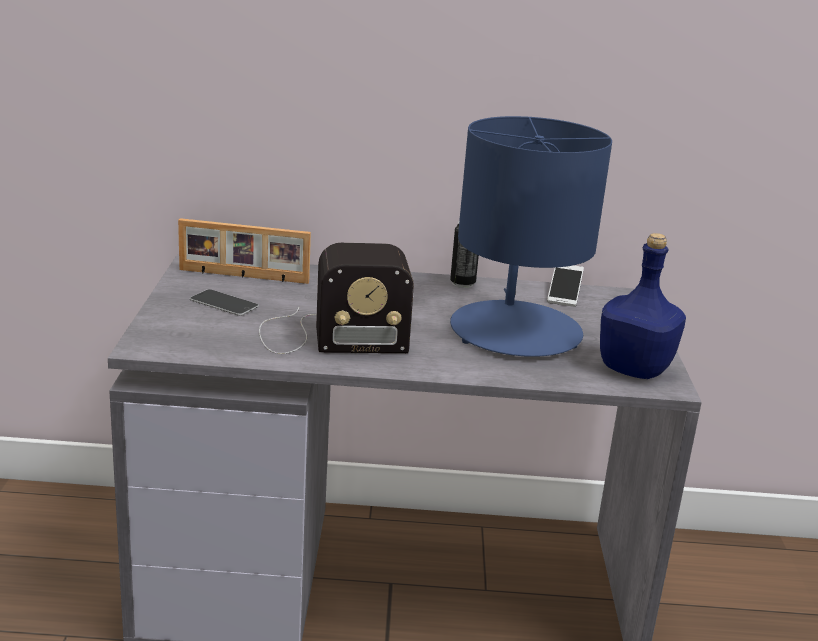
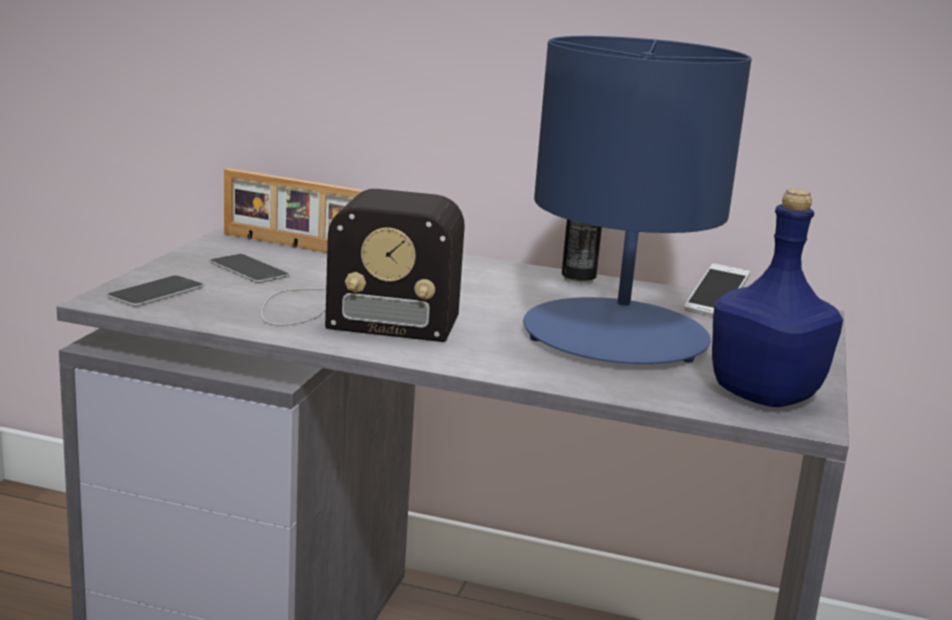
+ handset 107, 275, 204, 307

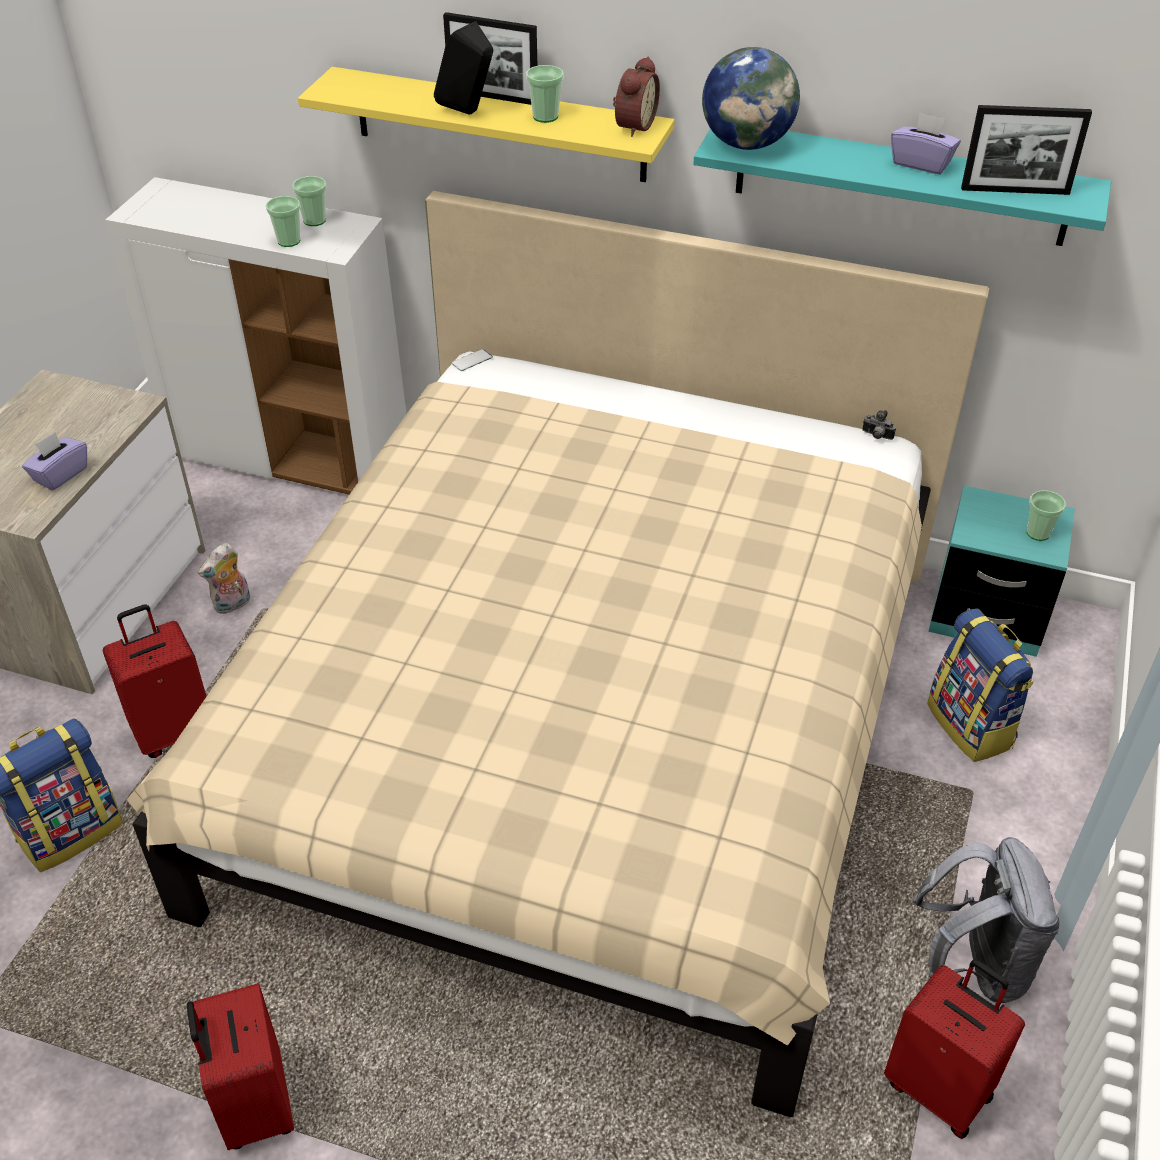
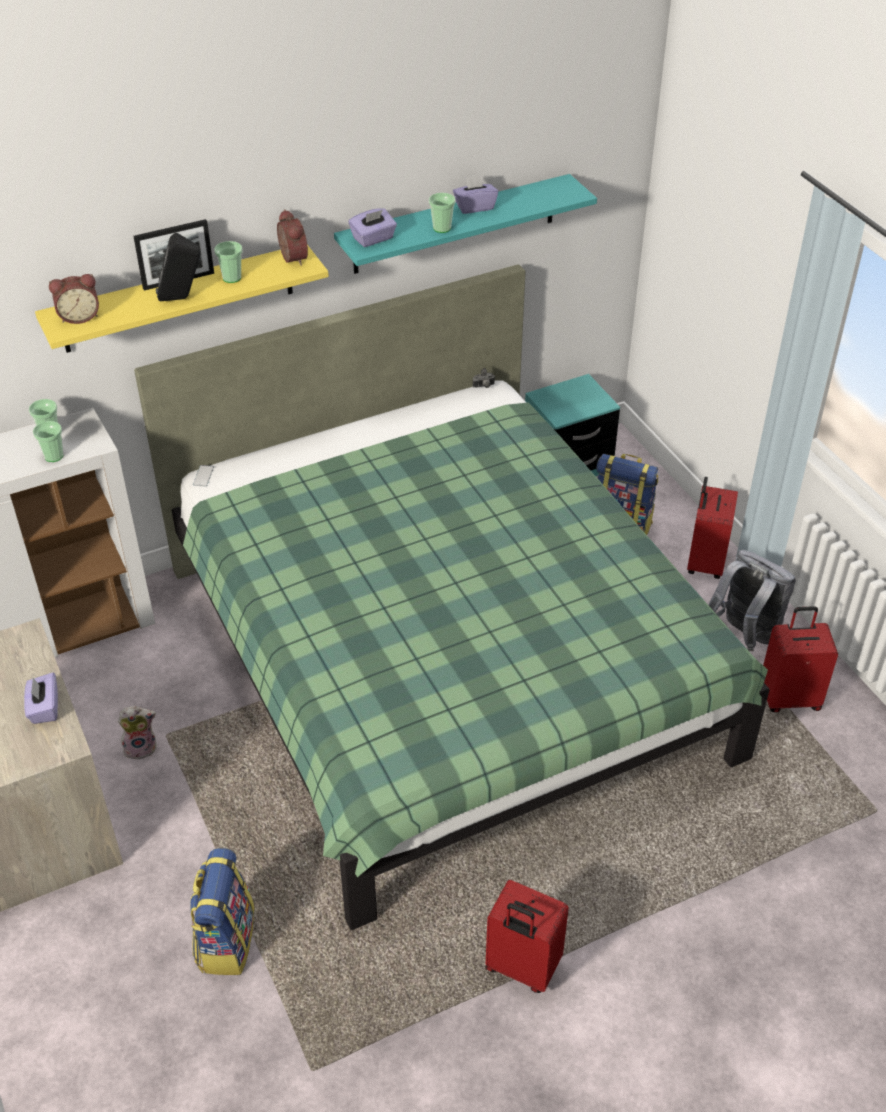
~ world globe 702, 47, 800, 150 to tissue holder (purple-coloured) 349, 208, 397, 247
- standing frame 961, 105, 1092, 195
~ sleeping bed (beige) 127, 191, 989, 1117 to sleeping bed (green-coloured) 134, 264, 770, 930
~ drinking cup 1026, 490, 1066, 541 to 429, 193, 456, 233
~ plush toy 198, 543, 250, 614 = 118, 706, 157, 759 105 degrees counterclockwise
~ suitcase (red) 103, 604, 207, 758 to 687, 477, 738, 579
+ bedside clock 49, 274, 99, 324

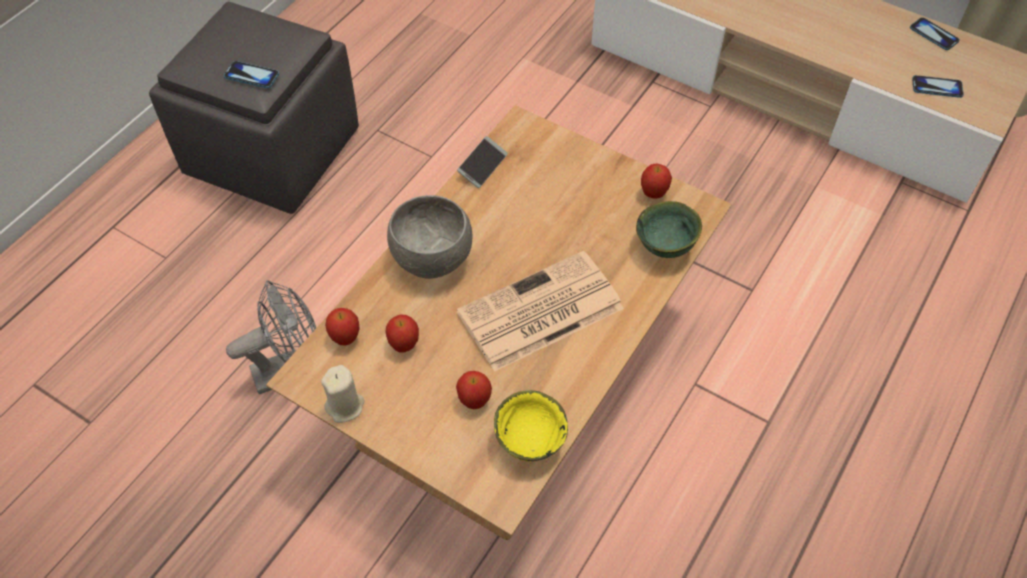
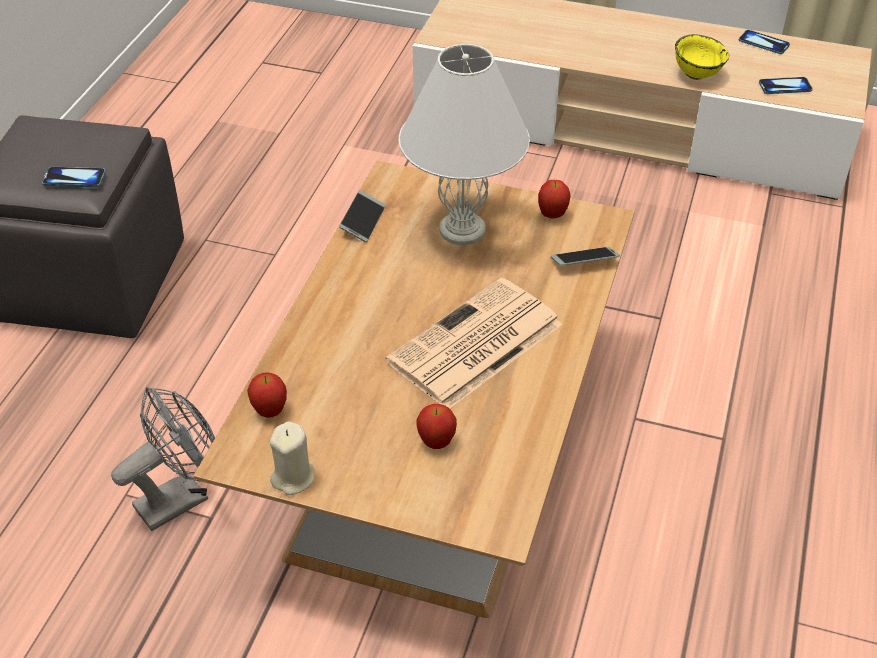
- deep dish (grey) 387, 195, 472, 279
~ deep dish (green-coloured) 636, 201, 702, 258 to handset 551, 247, 620, 266
- apple 385, 314, 419, 353
~ deep dish (yellow) 494, 390, 568, 461 to 675, 34, 729, 80
+ tabletop lamp (white-coloured) 399, 44, 530, 245

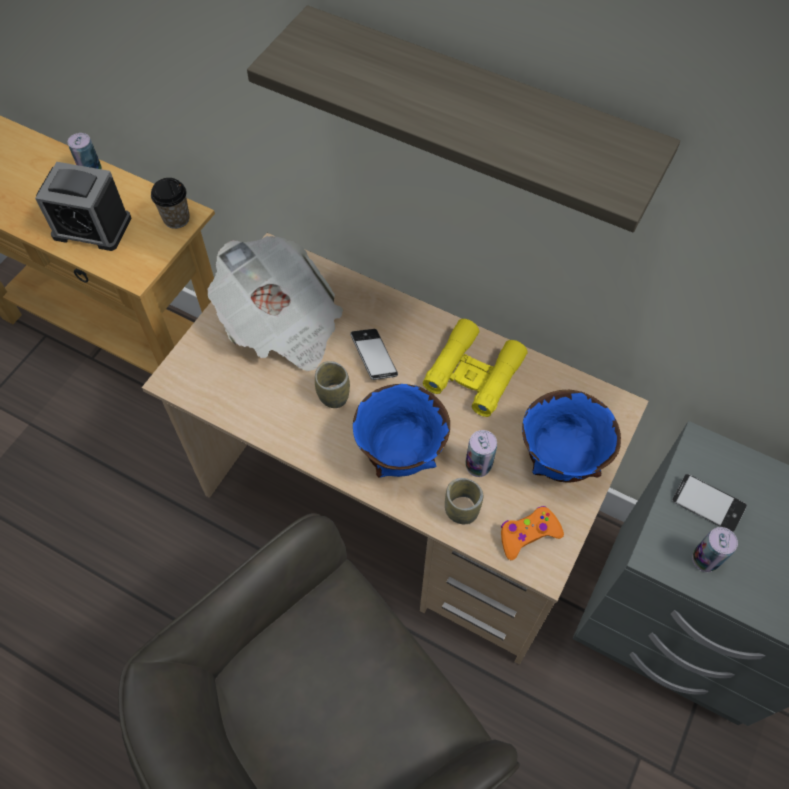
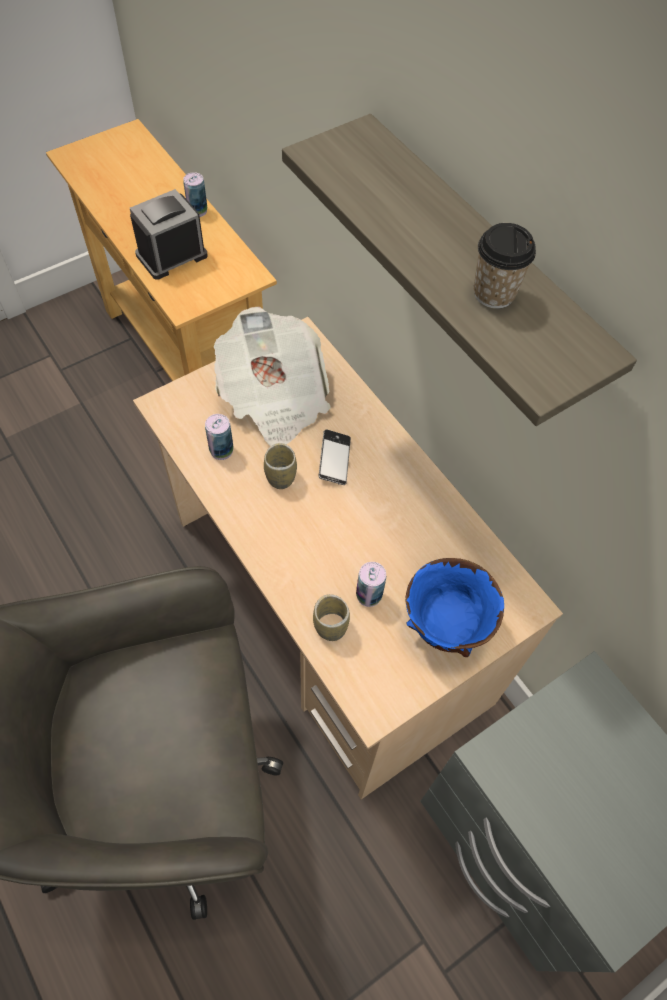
~ bedside clock 35, 162, 131, 251 = 130, 189, 208, 280 105 degrees clockwise
~ drinking cup 151, 178, 190, 229 to 474, 223, 536, 309
- pair of binoculars (yellow) 423, 319, 528, 417
- deep dish (bluish) 353, 384, 450, 478
- handset 672, 474, 747, 532
- gamepad (orangey) 501, 506, 564, 560
~ can 692, 527, 738, 572 to 205, 414, 233, 460

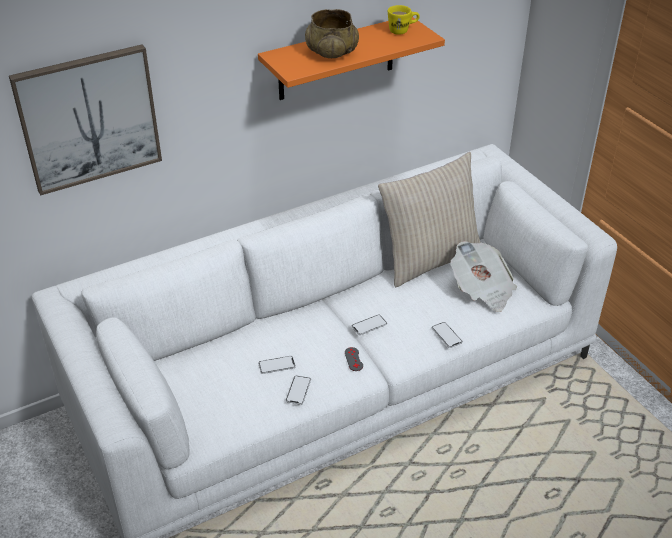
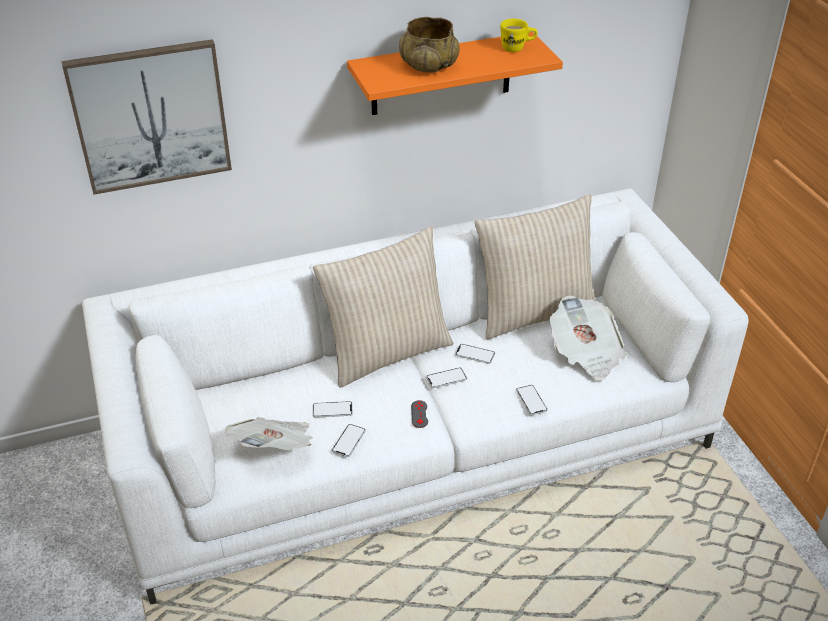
+ pillow (beige) 313, 226, 453, 388
+ handset 455, 344, 495, 364
+ printed paper 225, 417, 313, 450

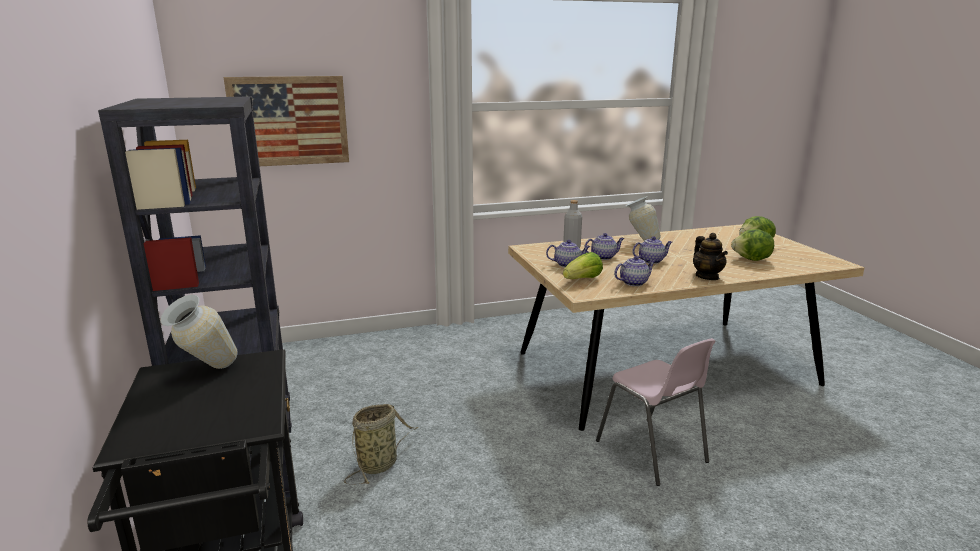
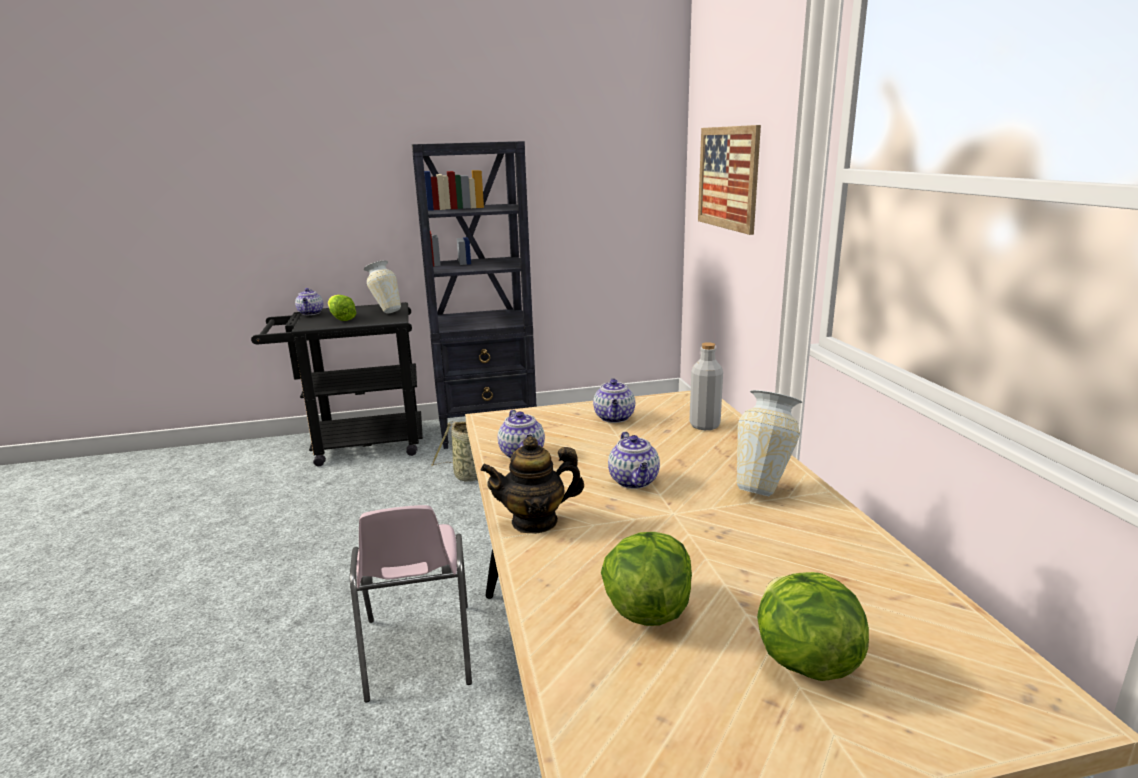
~ tea pot 584, 233, 624, 260 to 295, 288, 323, 315
~ lettuce 563, 252, 603, 279 to 328, 295, 357, 321
~ upright chair (pink) 596, 338, 715, 486 = 350, 505, 472, 702 75 degrees counterclockwise

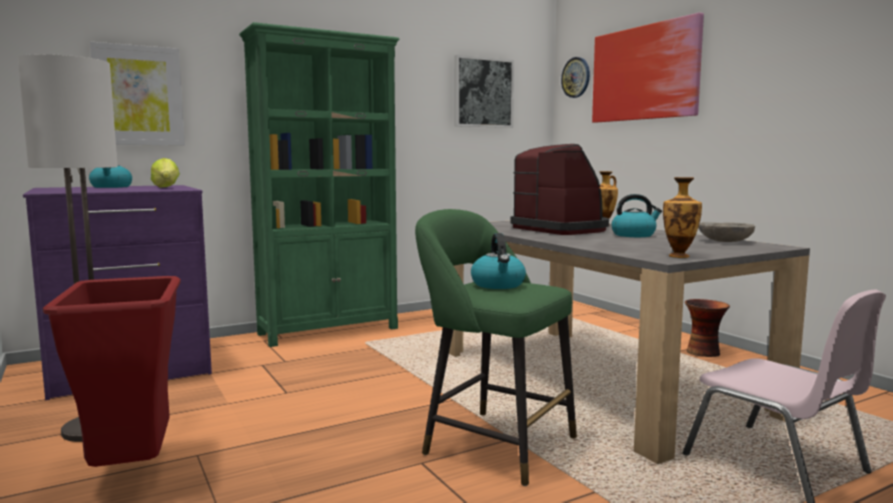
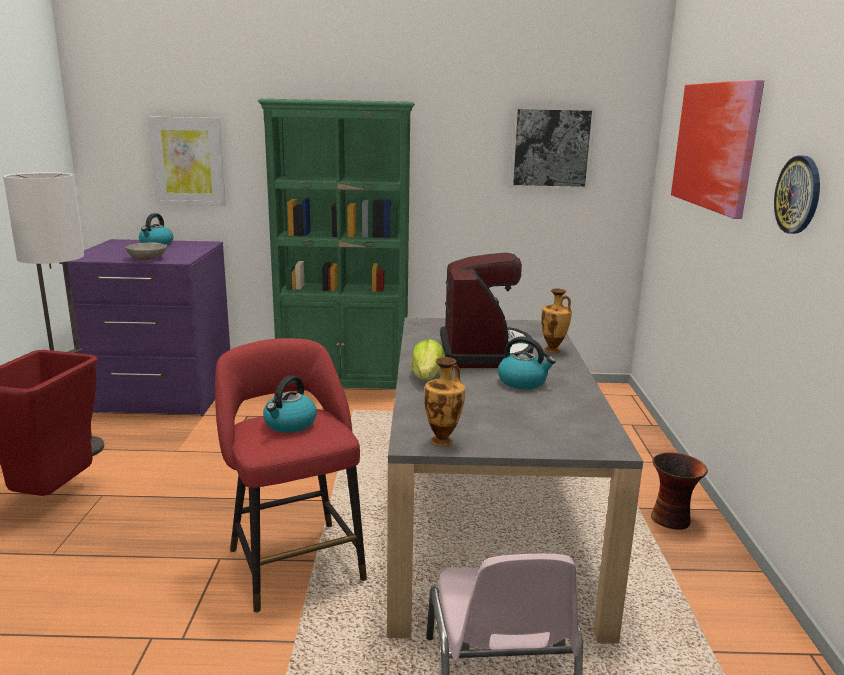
~ hanging clock 561, 57, 590, 98 to 774, 156, 820, 234
~ lettuce 151, 158, 180, 187 to 411, 339, 445, 380
~ sitting stool (green-coloured) 415, 209, 577, 486 to sitting stool (red) 215, 338, 367, 613
~ deep dish (grey) 698, 222, 755, 242 to 125, 242, 167, 260

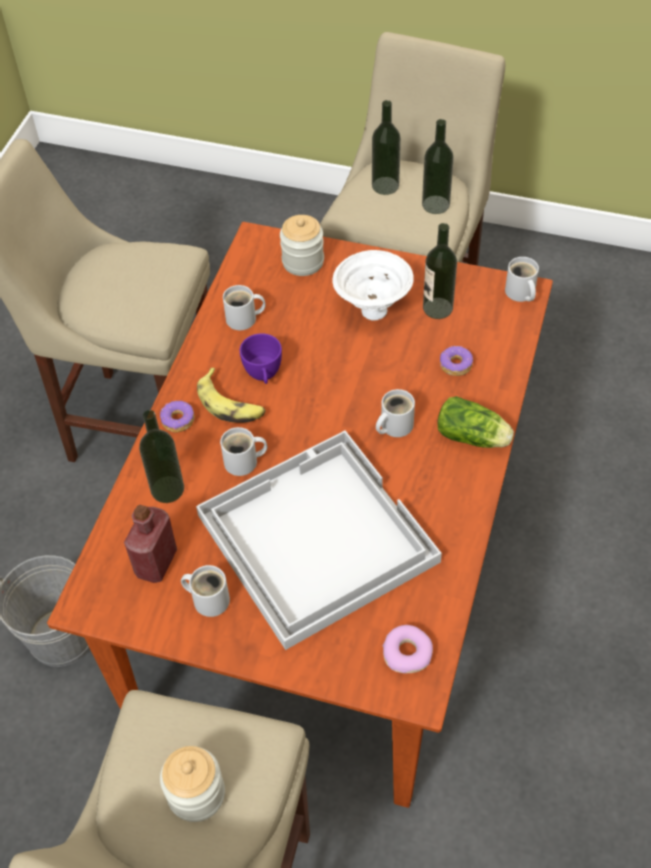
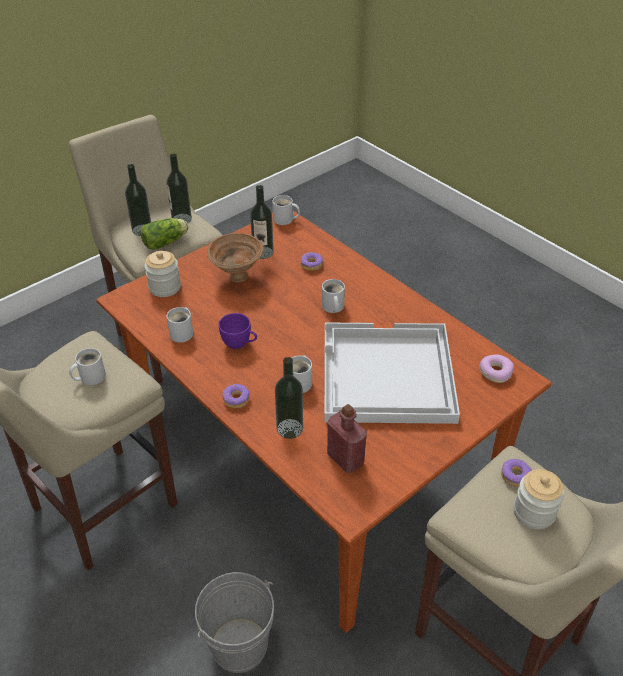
~ deep dish (white-coloured) 332, 250, 414, 320 to deep dish (brownish) 207, 233, 264, 283
- banana fruit 197, 368, 266, 423
~ lettuce 437, 396, 514, 448 to 141, 218, 188, 250
~ mug (white-coloured) 181, 565, 230, 617 to 69, 348, 106, 385
+ donut 501, 459, 532, 487

